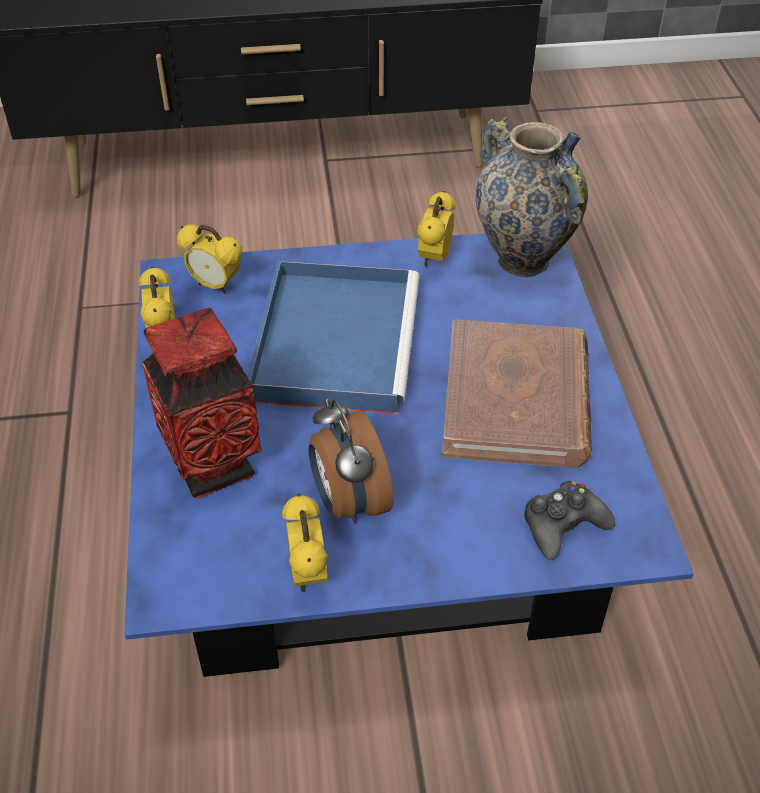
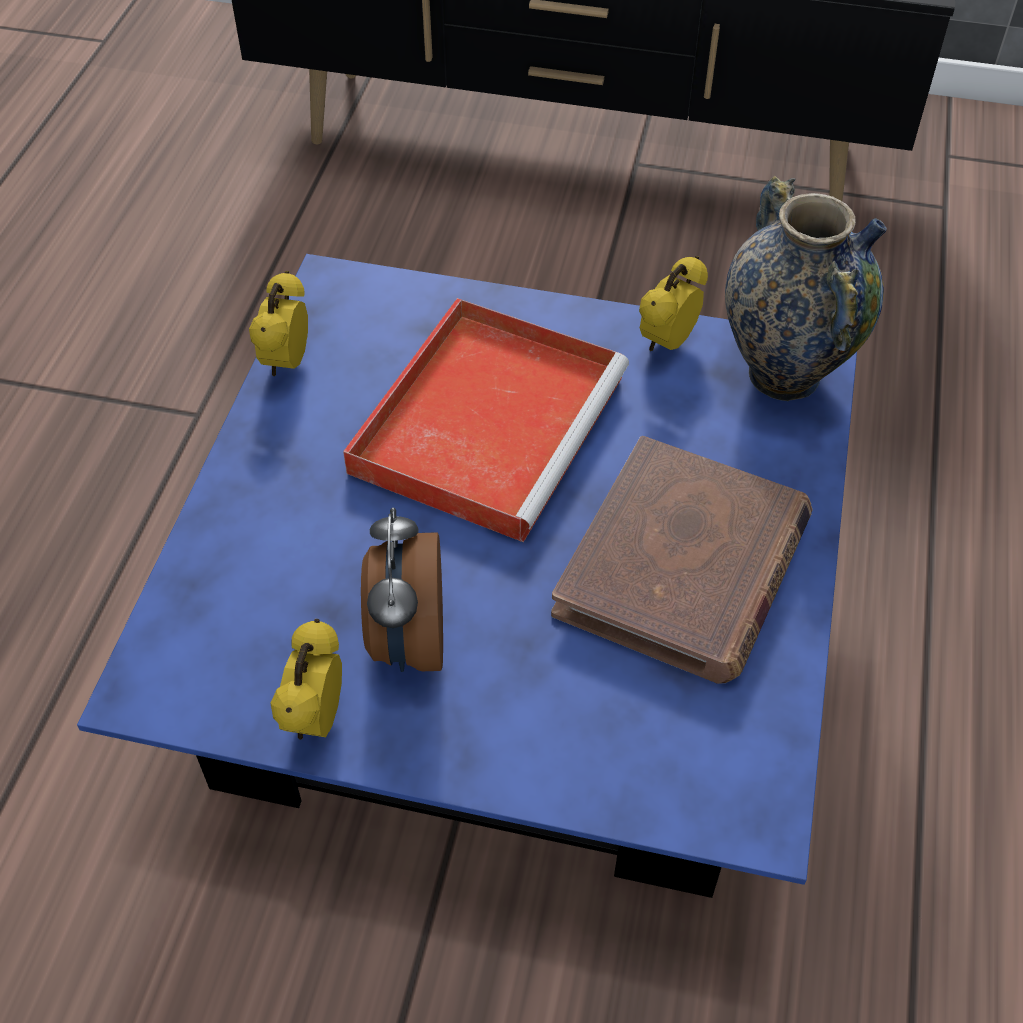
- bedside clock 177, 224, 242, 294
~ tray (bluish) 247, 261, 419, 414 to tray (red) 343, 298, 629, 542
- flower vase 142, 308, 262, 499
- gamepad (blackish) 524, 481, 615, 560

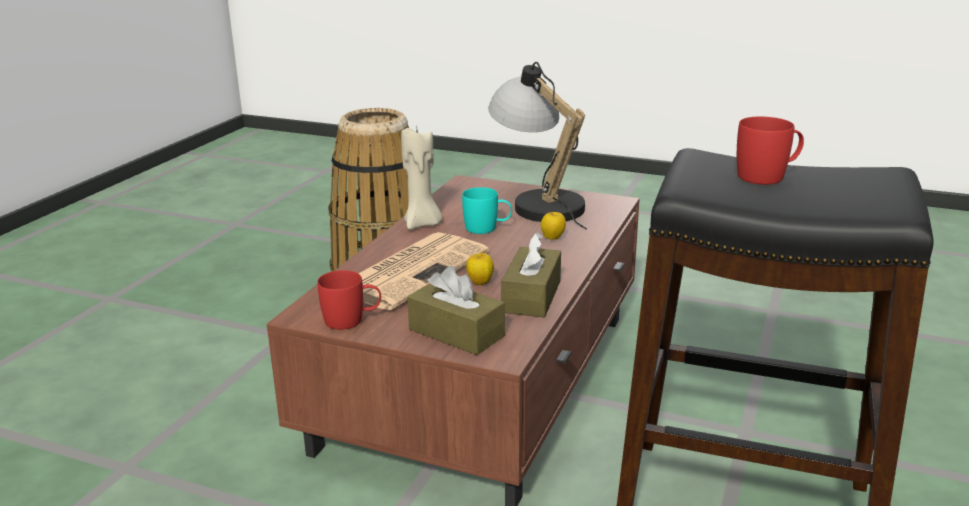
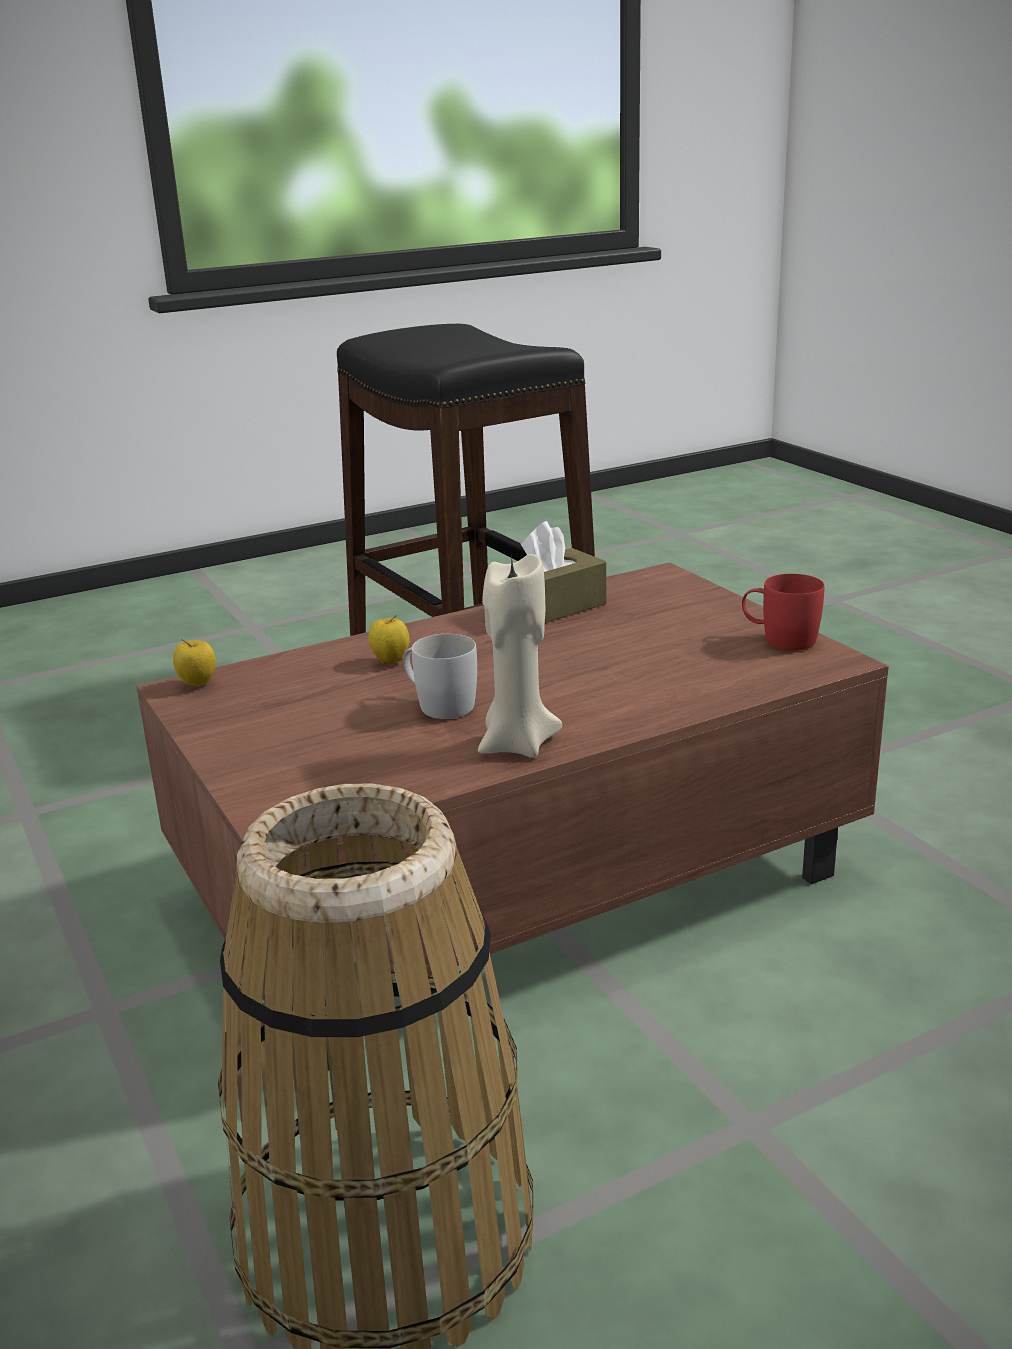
- tabletop lamp 488, 62, 587, 229
- mug (red) 737, 117, 804, 185
~ mug (turquoise) 462, 187, 512, 234 to mug (white-coloured) 403, 634, 477, 719
- printed paper 358, 232, 489, 310
~ apple 466, 251, 494, 285 to 173, 638, 216, 686
- tissue holder (brownish) 407, 266, 505, 355

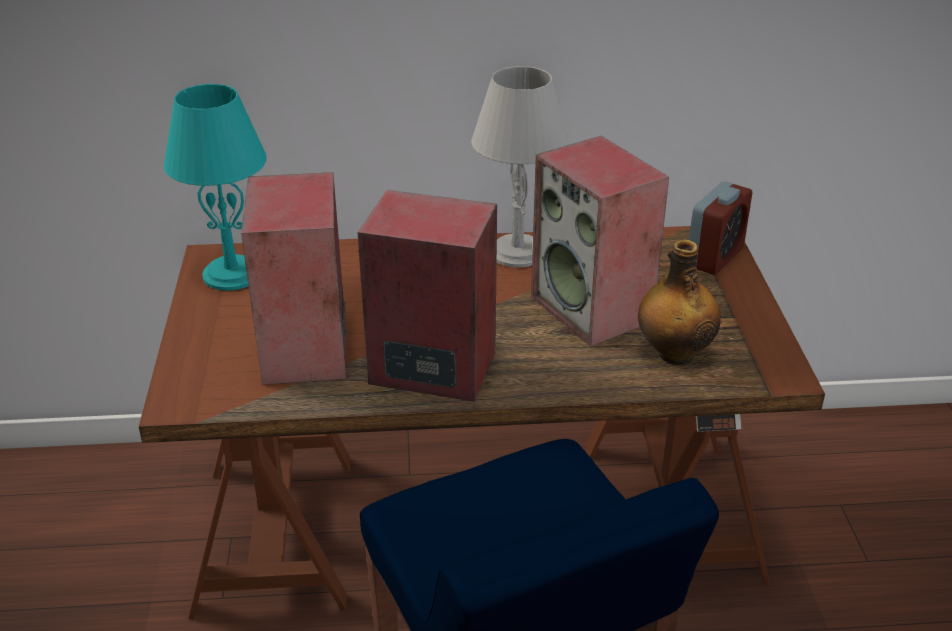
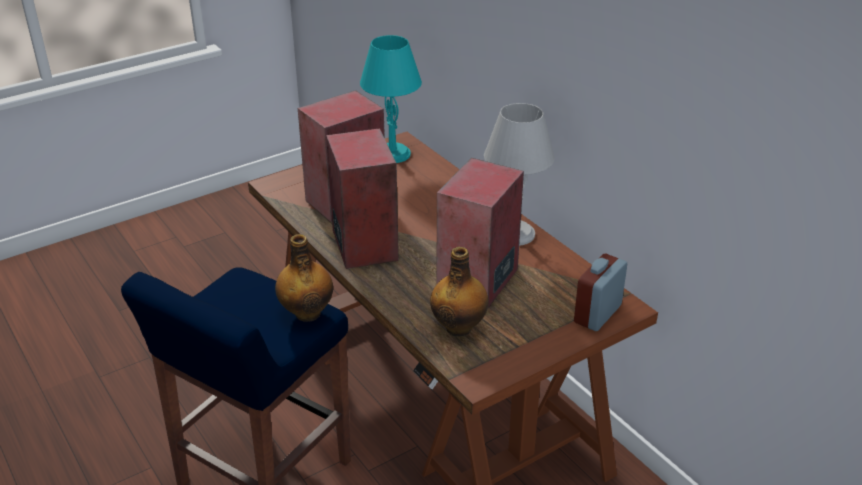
~ bedside clock 689, 181, 752, 275 = 574, 254, 627, 331 120 degrees clockwise
+ drink bottle 275, 234, 333, 322

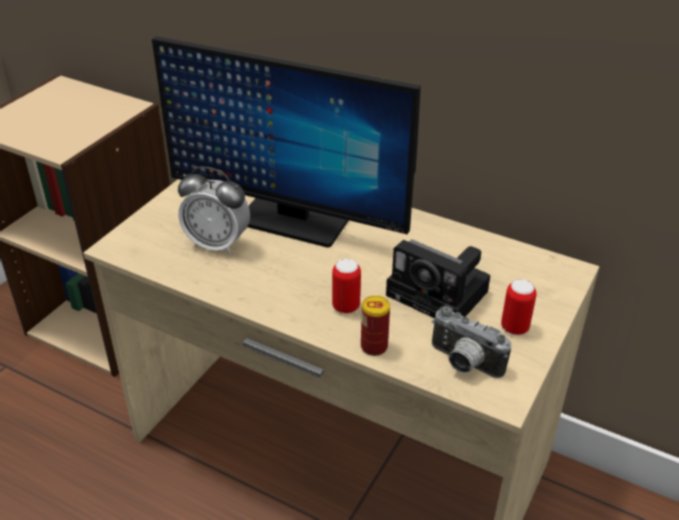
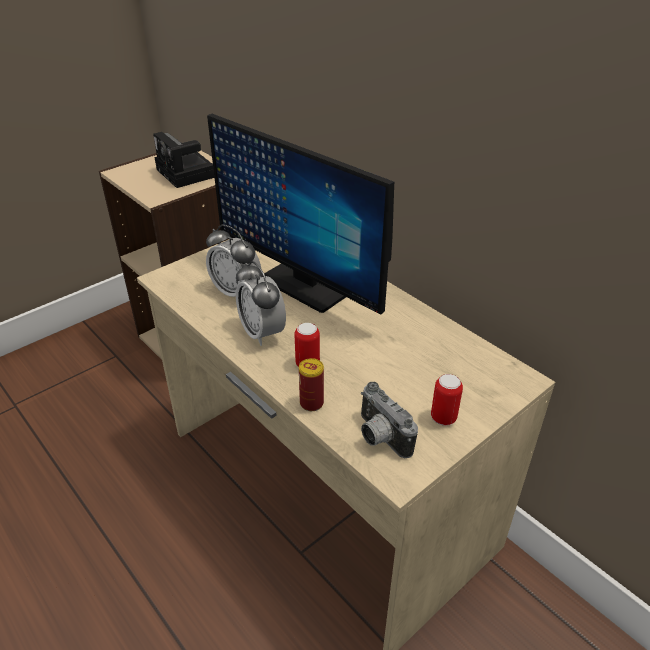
~ photo camera 386, 240, 490, 318 to 153, 132, 214, 188
+ bedside clock 236, 261, 286, 346

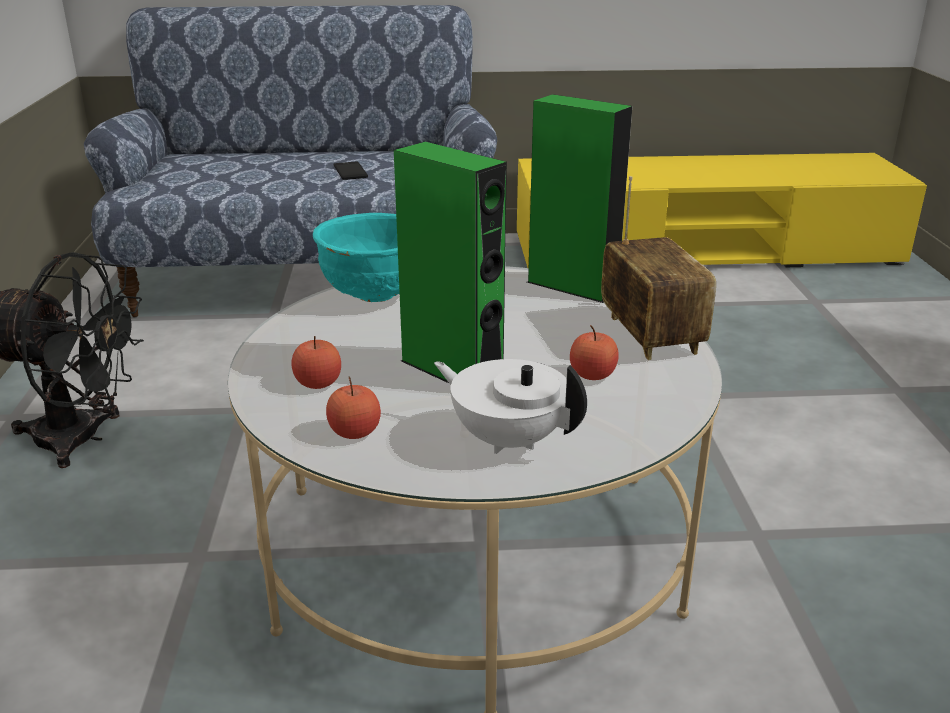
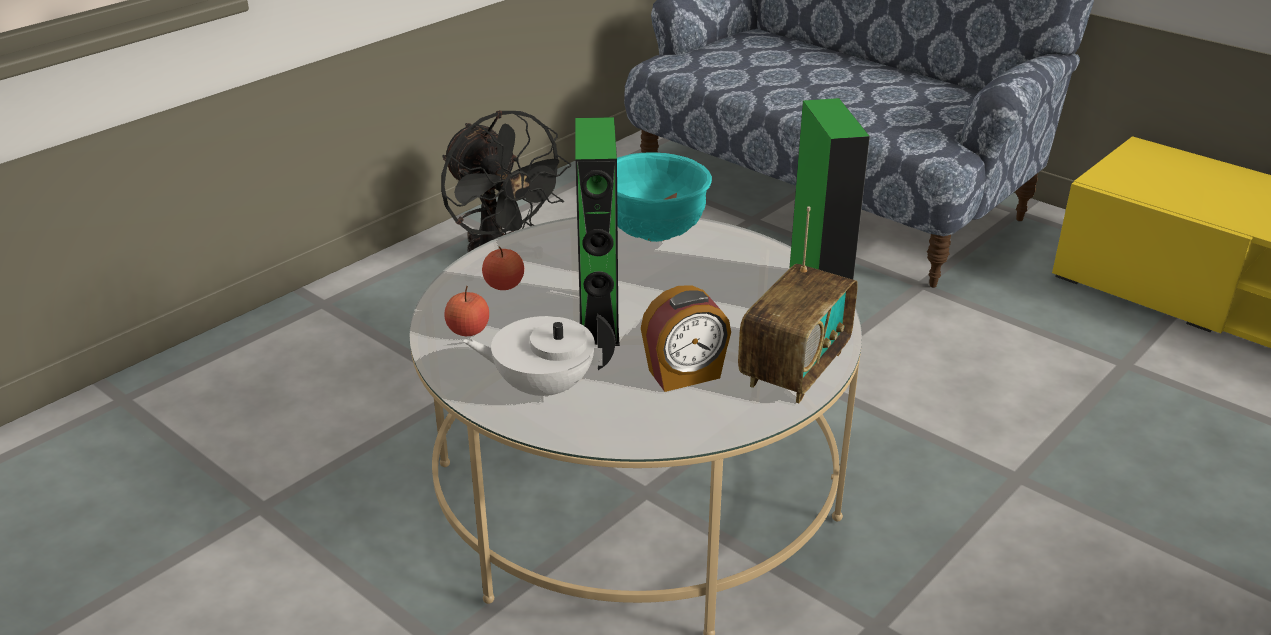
- handset 333, 161, 368, 180
~ apple 570, 325, 618, 380 to bedside clock 641, 285, 731, 392
~ tea pot (white-coloured) 434, 359, 587, 454 = 463, 314, 615, 402 75 degrees counterclockwise

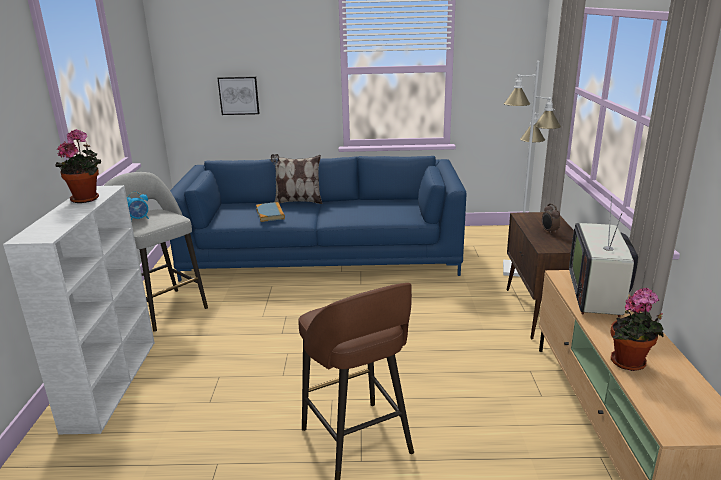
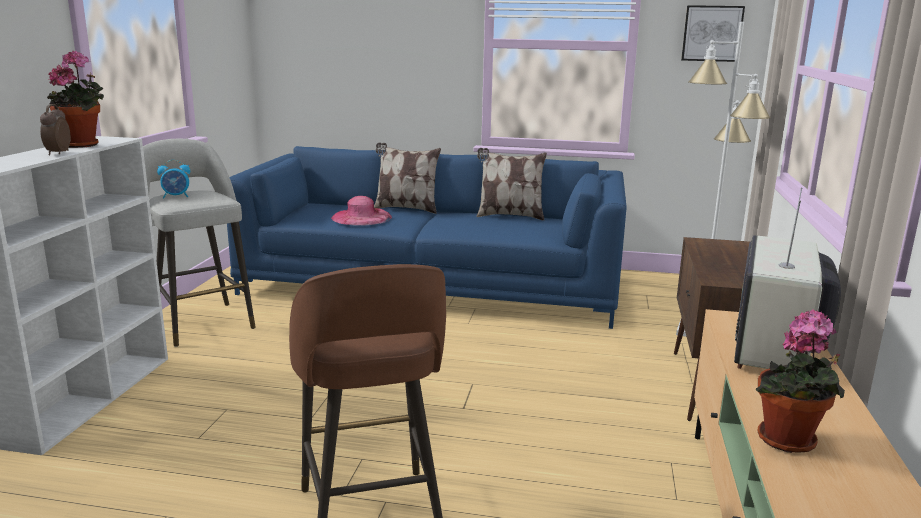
~ picture 217, 76, 260, 115 to 681, 5, 745, 62
~ book 256, 202, 285, 222 to clothing hat (pink) 331, 196, 392, 226
~ bedside clock 542, 203, 560, 234 to 40, 104, 71, 156
+ pillow 477, 148, 547, 220

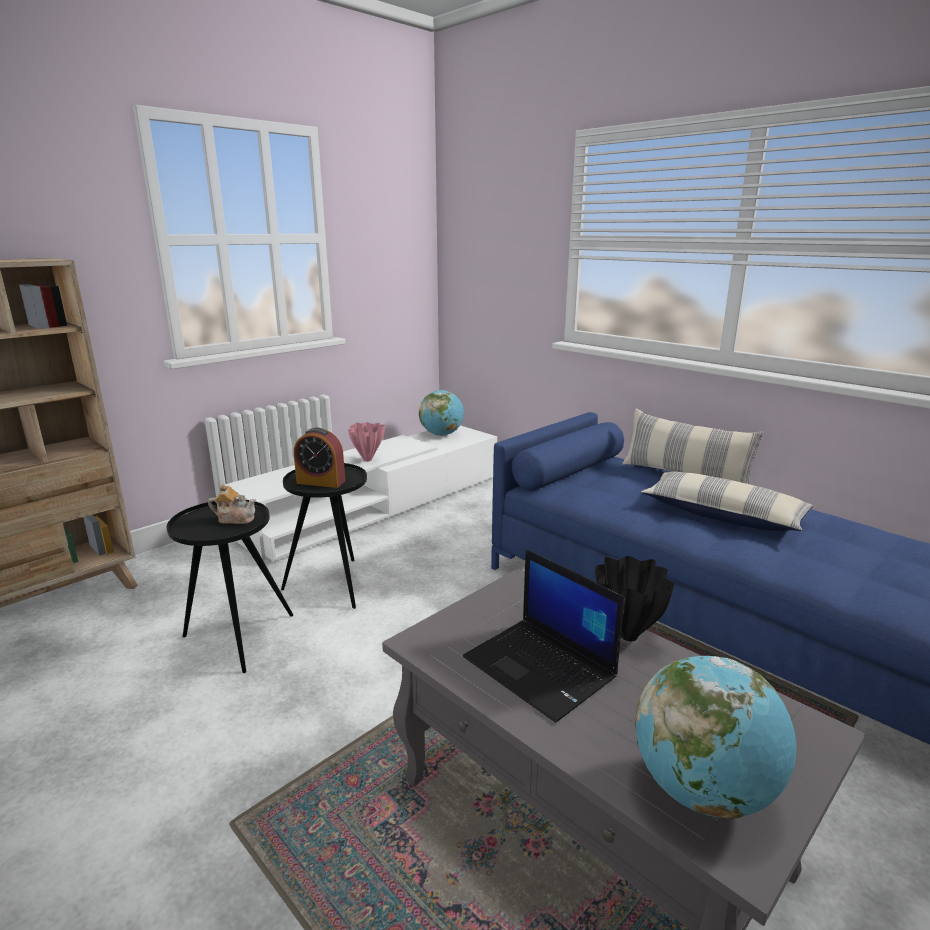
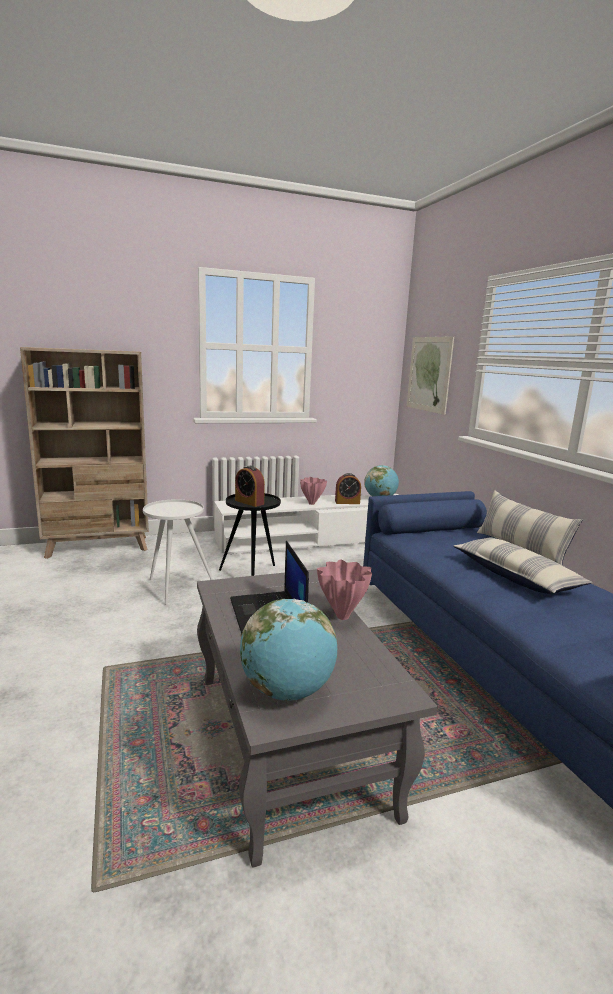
- tea pot 208, 484, 256, 524
~ side table (blackish) 167, 499, 293, 673 to side table (white-coloured) 143, 499, 213, 605
~ flower vase (blackish) 595, 556, 675, 641 to flower vase (pink) 317, 559, 372, 620
+ picture 407, 336, 454, 415
+ bedside clock 335, 473, 361, 504

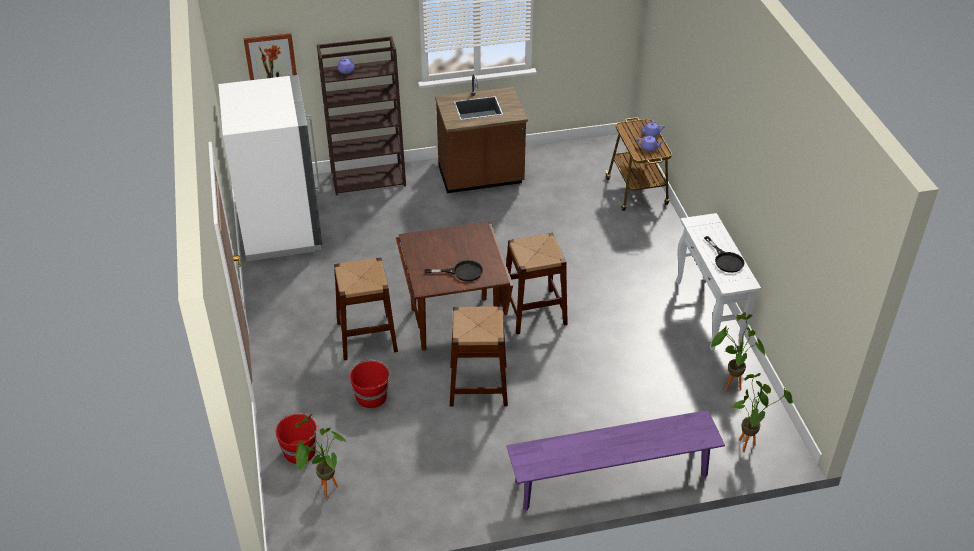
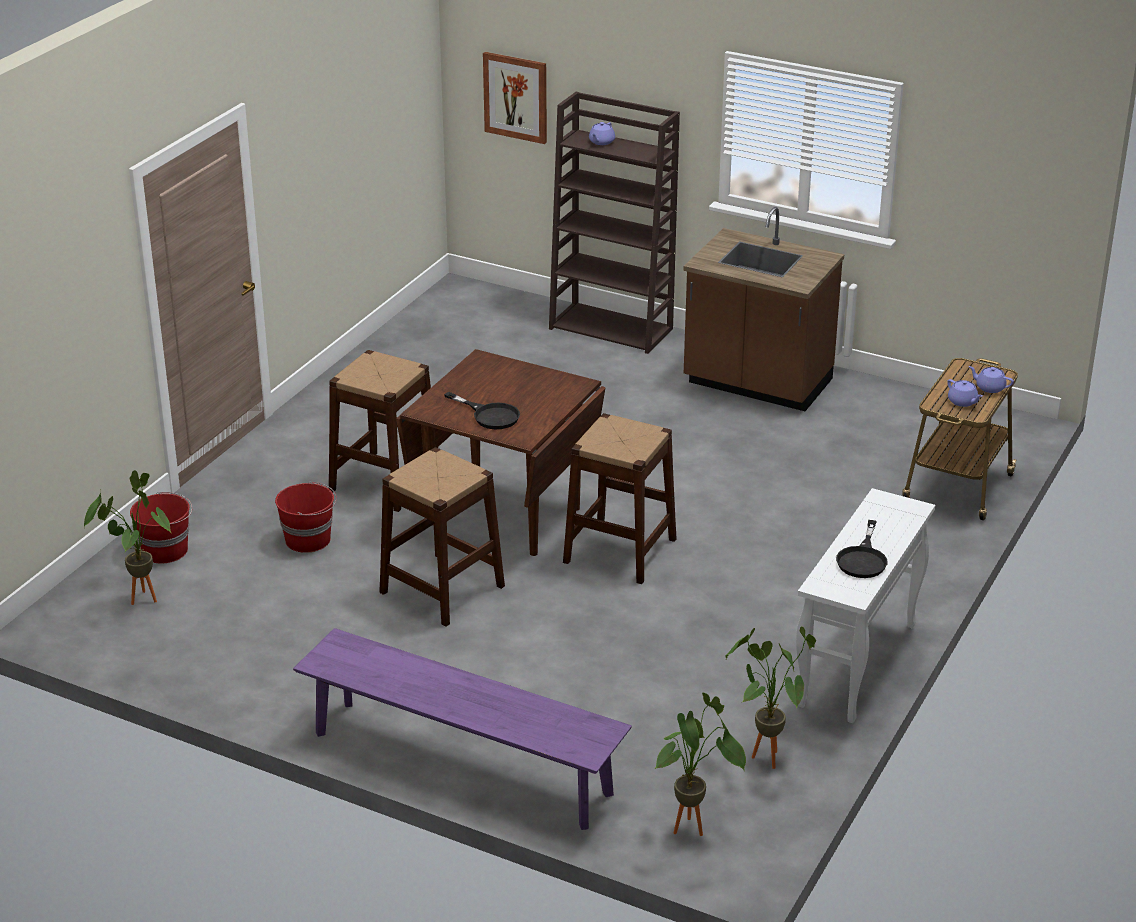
- refrigerator (white-coloured) 218, 75, 322, 261

